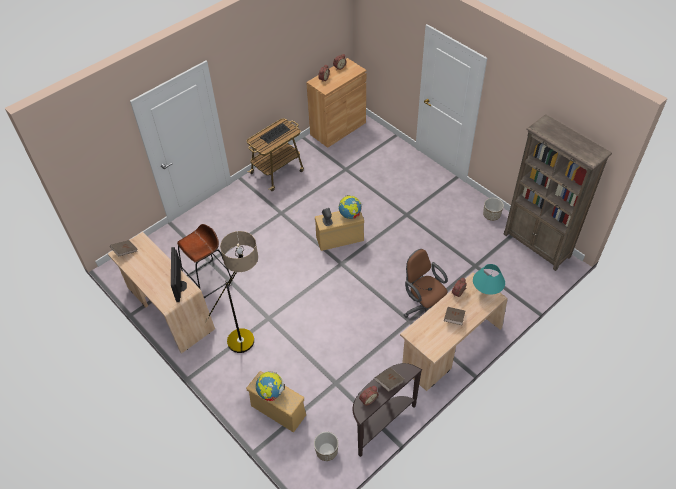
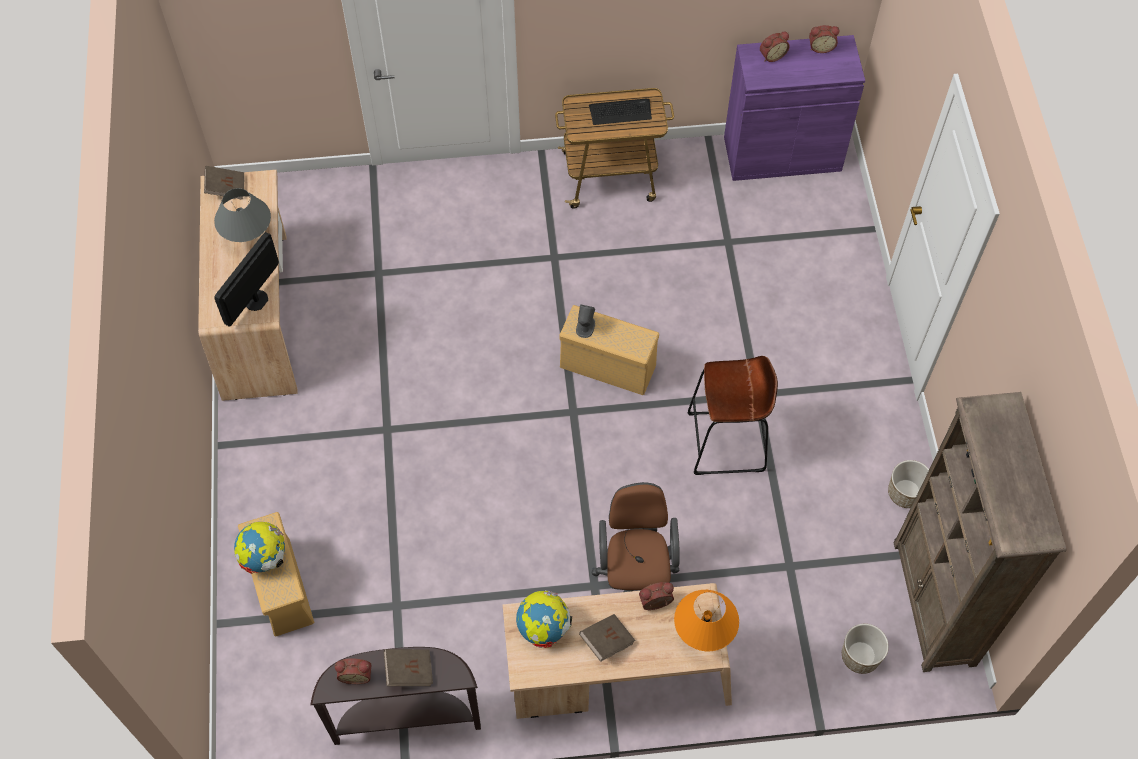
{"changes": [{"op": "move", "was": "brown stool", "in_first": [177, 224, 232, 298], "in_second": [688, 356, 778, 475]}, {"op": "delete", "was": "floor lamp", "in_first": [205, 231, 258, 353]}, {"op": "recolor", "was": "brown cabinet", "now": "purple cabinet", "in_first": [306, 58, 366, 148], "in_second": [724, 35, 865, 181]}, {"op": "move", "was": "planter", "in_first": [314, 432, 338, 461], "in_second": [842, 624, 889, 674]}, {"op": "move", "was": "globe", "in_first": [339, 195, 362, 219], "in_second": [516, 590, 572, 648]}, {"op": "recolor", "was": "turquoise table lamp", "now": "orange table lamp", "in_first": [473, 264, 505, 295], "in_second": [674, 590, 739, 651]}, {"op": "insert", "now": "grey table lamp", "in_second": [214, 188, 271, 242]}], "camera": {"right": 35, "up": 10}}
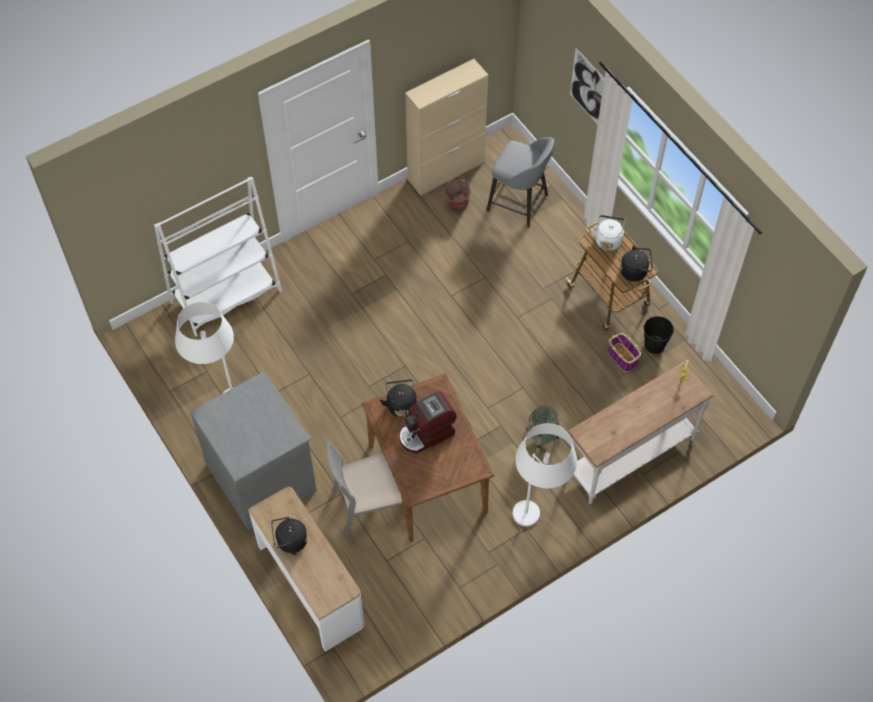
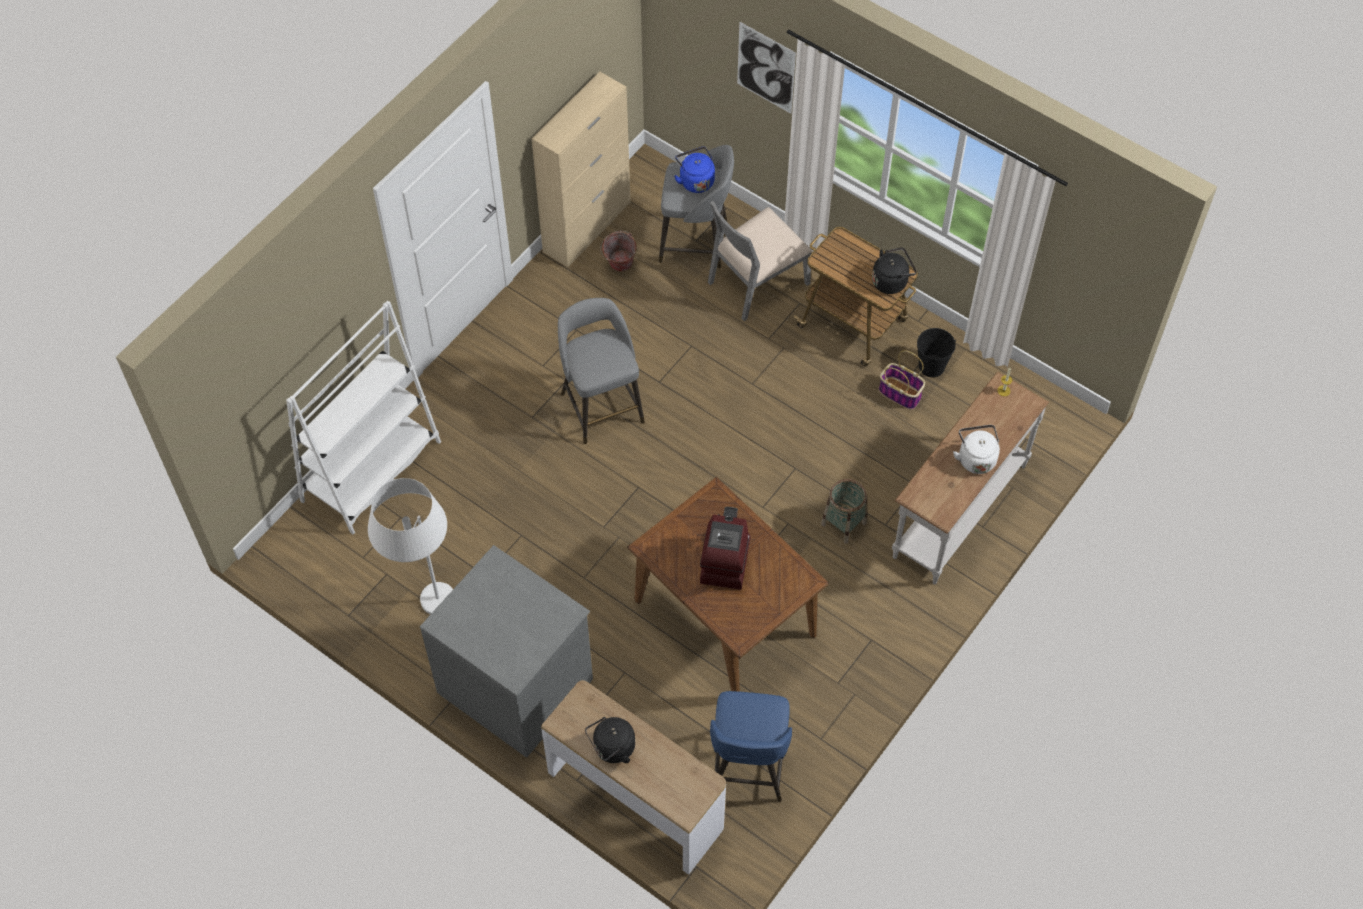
{"changes": [{"op": "move", "was": "grey chair", "in_first": [326, 441, 413, 535], "in_second": [708, 201, 812, 321]}, {"op": "delete", "was": "black kettle", "in_first": [380, 379, 417, 417]}, {"op": "rotate", "was": "coffee machine", "in_first": [399, 391, 457, 453], "in_second": [700, 507, 751, 590], "clockwise": 150}, {"op": "delete", "was": "white floor lamp", "in_first": [513, 423, 577, 527]}, {"op": "move", "was": "white kettle", "in_first": [590, 215, 625, 251], "in_second": [953, 425, 1000, 474]}, {"op": "insert", "now": "grey stool", "in_second": [558, 298, 645, 444]}, {"op": "insert", "now": "blue kettle", "in_second": [674, 147, 715, 193]}, {"op": "insert", "now": "blue stool", "in_second": [710, 691, 792, 802]}], "camera": {"right": -20, "up": 0}}
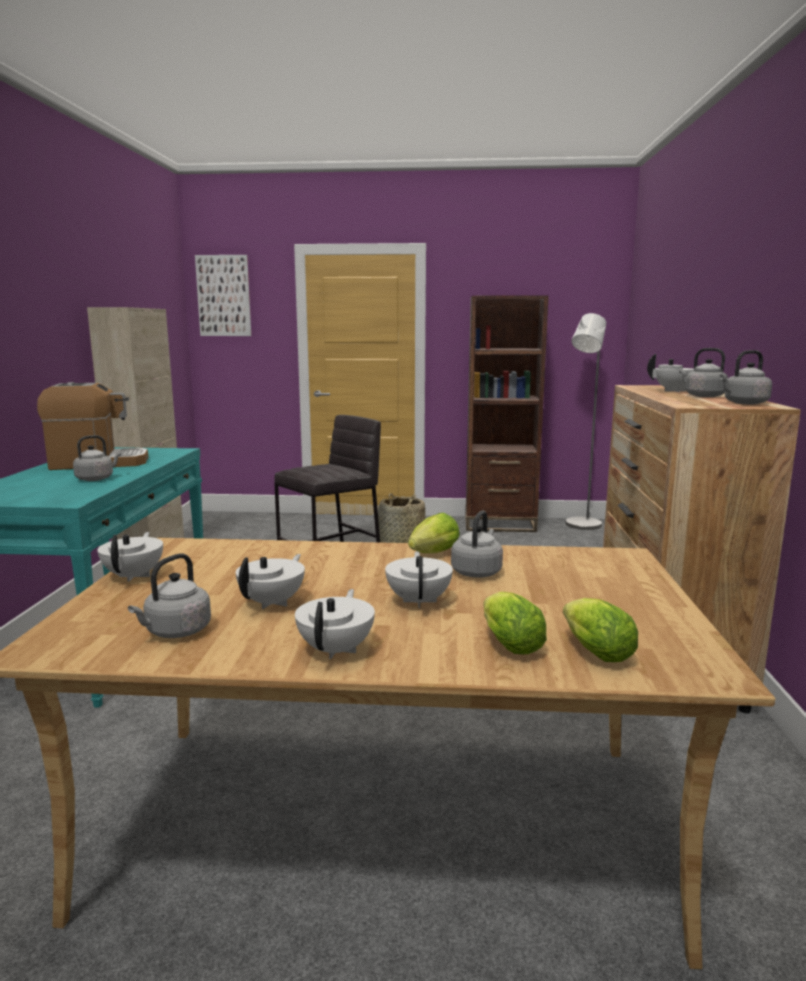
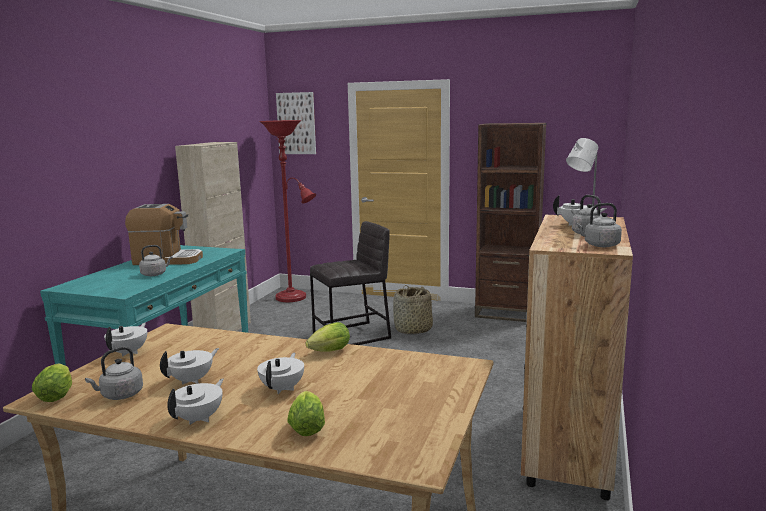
{"changes": [{"op": "delete", "was": "grey kettle", "in_first": [451, 511, 503, 578]}, {"op": "move", "was": "lettuce", "in_first": [563, 598, 638, 662], "in_second": [32, 363, 72, 402]}, {"op": "insert", "now": "red floor lamp", "in_second": [259, 120, 316, 302]}], "camera": {"right": 15, "up": 0}}
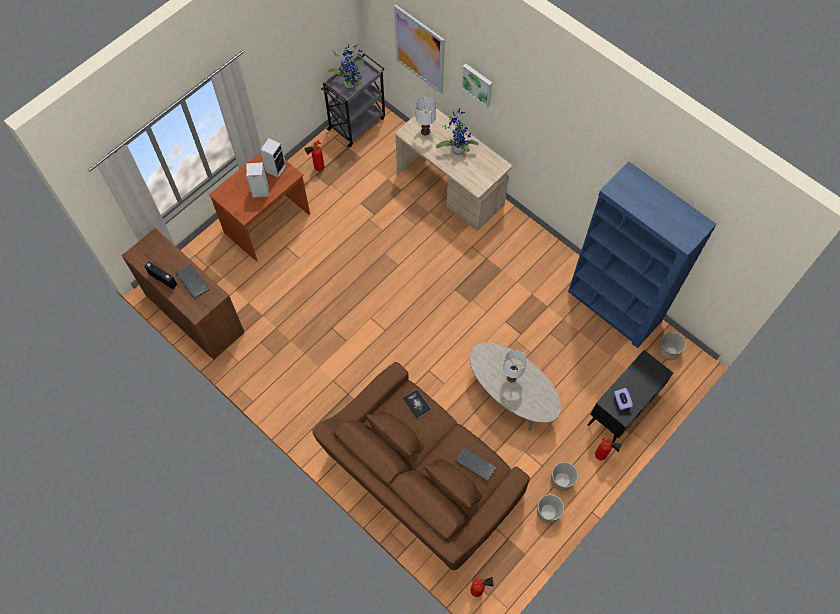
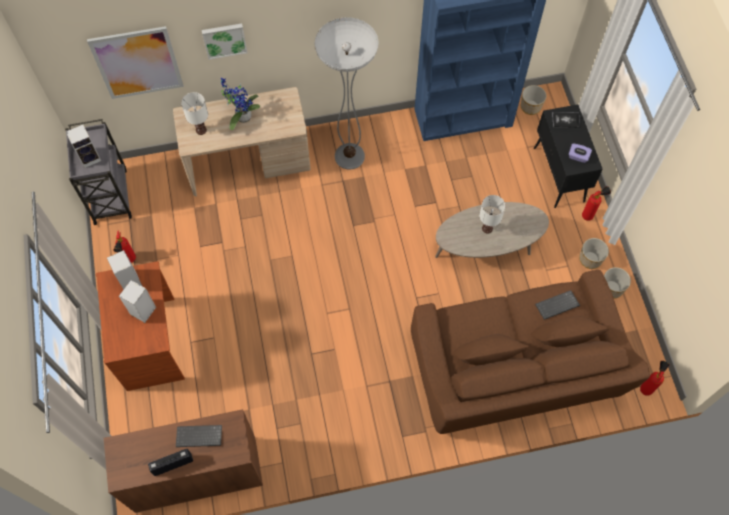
{"changes": [{"op": "replace", "was": "potted plant", "now": "speaker", "in_first": [328, 44, 364, 89], "in_second": [66, 125, 101, 168]}, {"op": "move", "was": "book", "in_first": [403, 389, 431, 419], "in_second": [552, 112, 580, 128]}, {"op": "insert", "now": "floor lamp", "in_second": [315, 17, 379, 170]}], "camera": {"right": -55, "up": 0}}
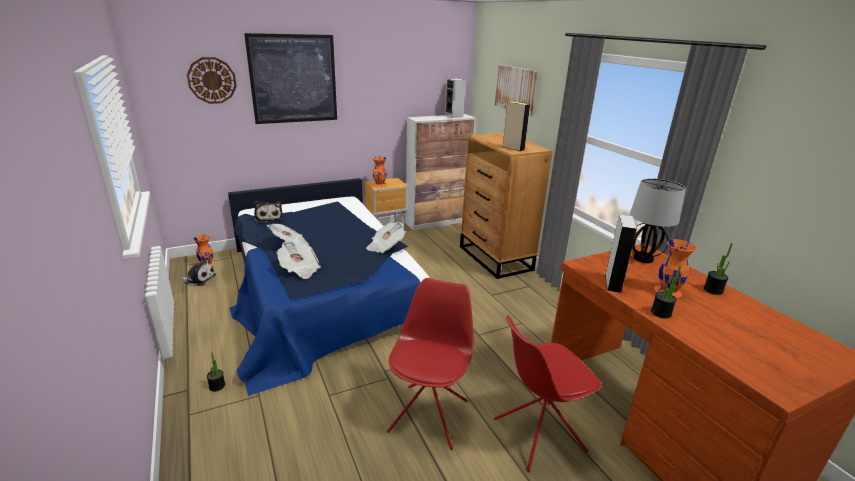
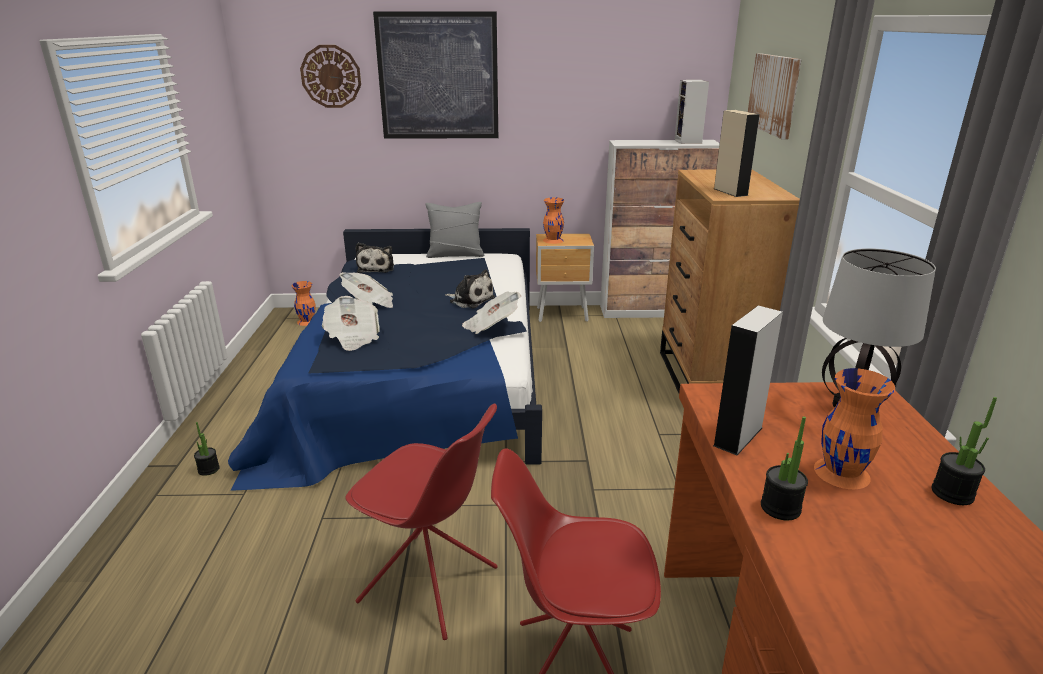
{"changes": [{"op": "move", "was": "plush toy", "in_first": [180, 258, 216, 286], "in_second": [445, 269, 495, 309]}, {"op": "rotate", "was": "red chair", "in_first": [387, 278, 474, 450], "in_second": [345, 404, 498, 640], "clockwise": 75}, {"op": "insert", "now": "grey pillow", "in_second": [425, 202, 484, 258]}], "camera": {"right": 25, "up": 0}}
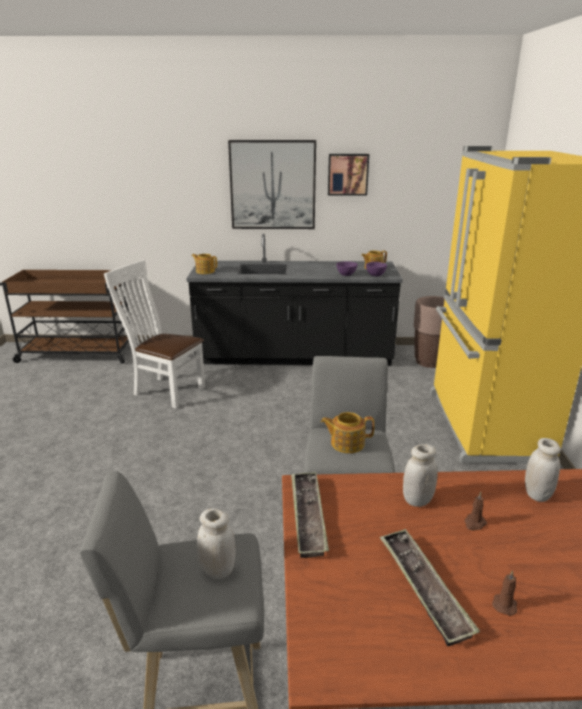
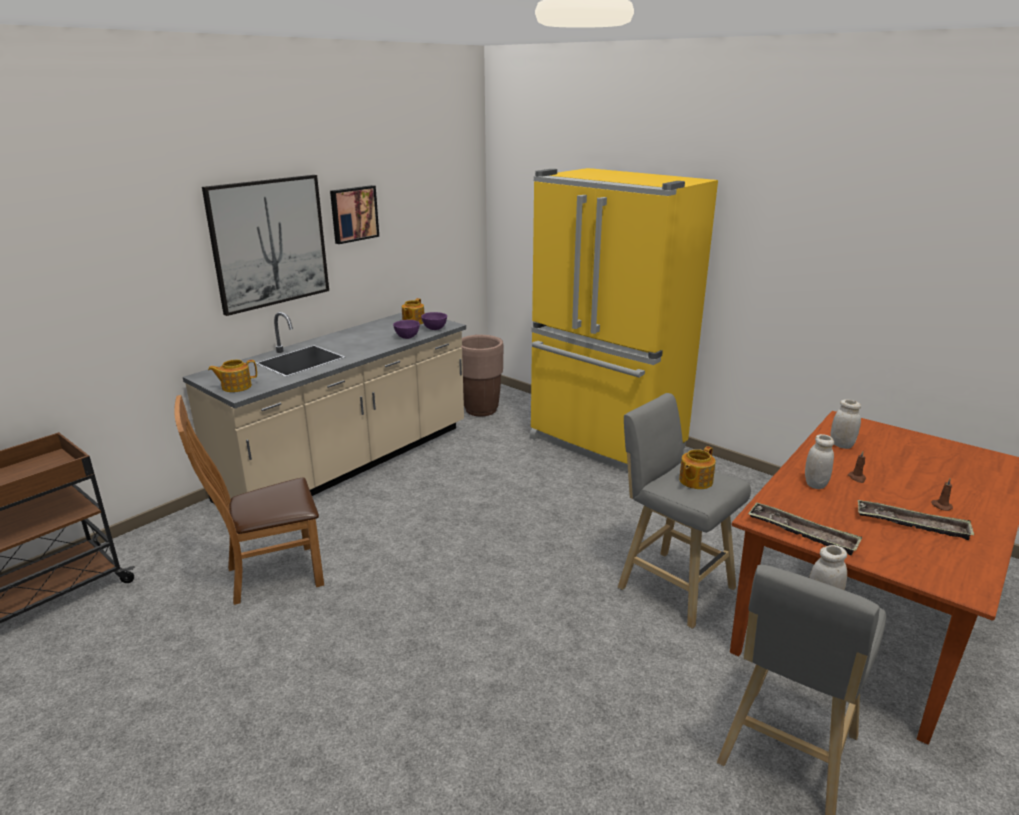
{"changes": [{"op": "recolor", "was": "white chair", "now": "brown chair", "in_first": [104, 260, 205, 408], "in_second": [174, 395, 324, 605]}, {"op": "recolor", "was": "black counter", "now": "beige counter", "in_first": [186, 234, 403, 366], "in_second": [183, 312, 466, 504]}], "camera": {"right": -50, "up": 0}}
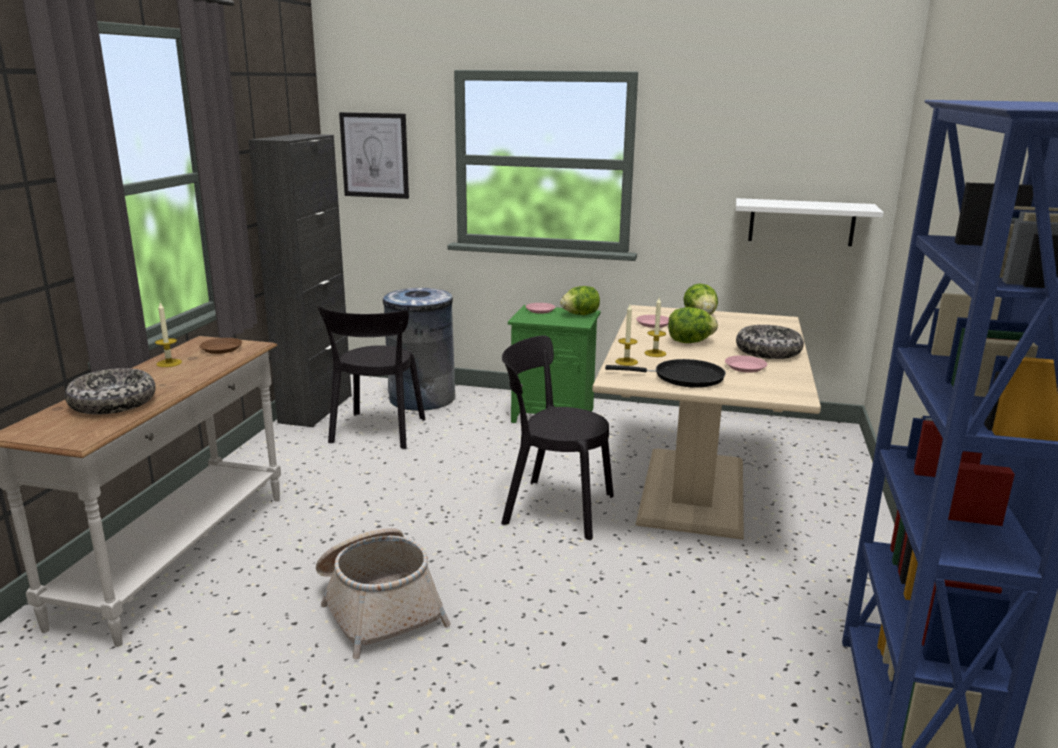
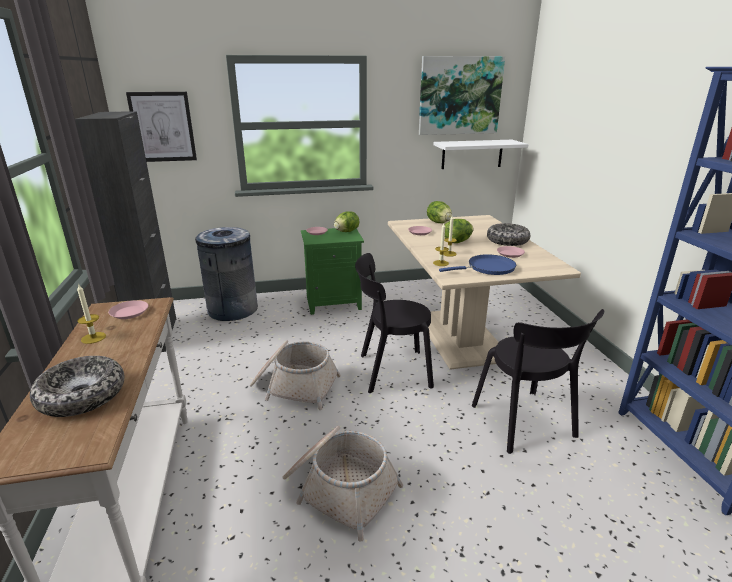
{"changes": [{"op": "recolor", "was": "brown plate", "now": "pink plate", "in_first": [199, 338, 242, 354], "in_second": [108, 300, 148, 319]}, {"op": "move", "was": "black chair", "in_first": [318, 306, 425, 449], "in_second": [472, 309, 604, 454]}, {"op": "recolor", "was": "black frying pan", "now": "blue frying pan", "in_first": [605, 359, 726, 388], "in_second": [439, 254, 516, 275]}, {"op": "insert", "now": "basket", "in_second": [250, 340, 341, 410]}, {"op": "insert", "now": "picture", "in_second": [419, 56, 505, 135]}], "camera": {"right": -25, "up": 5}}
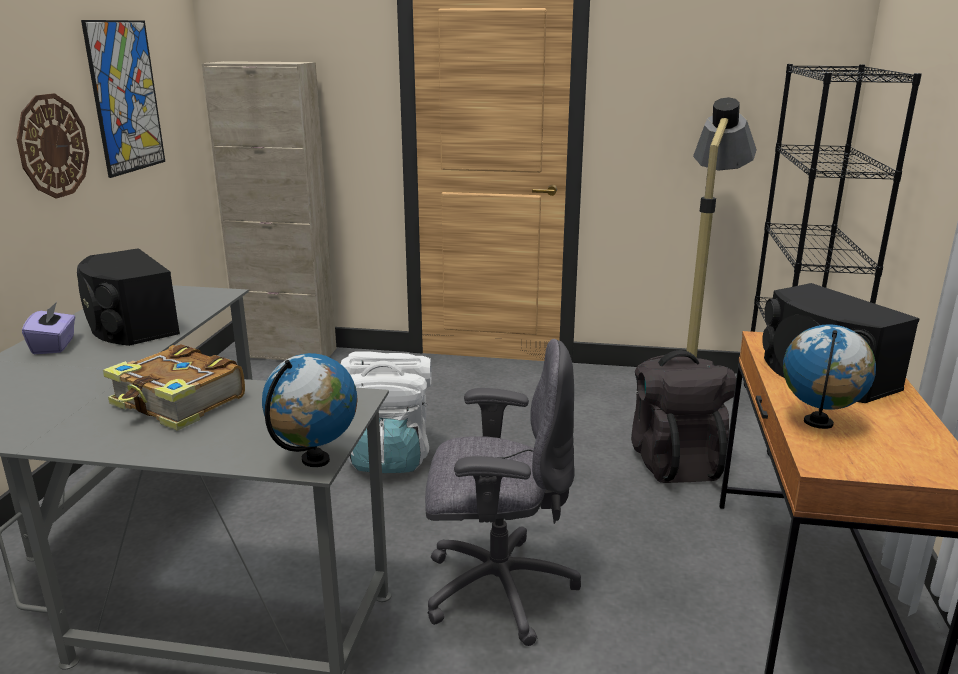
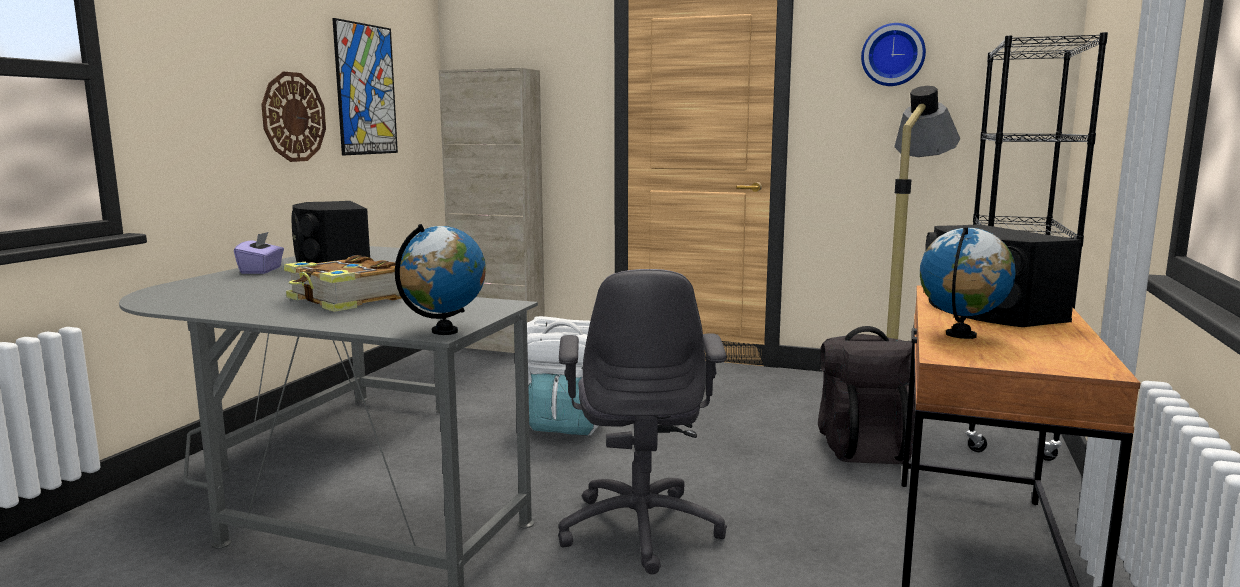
{"changes": [{"op": "rotate", "was": "grey office chair", "in_first": [425, 339, 581, 646], "in_second": [558, 269, 727, 574], "clockwise": 75}, {"op": "insert", "now": "wall clock", "in_second": [861, 23, 926, 86]}], "camera": {"right": 10, "up": -10}}
